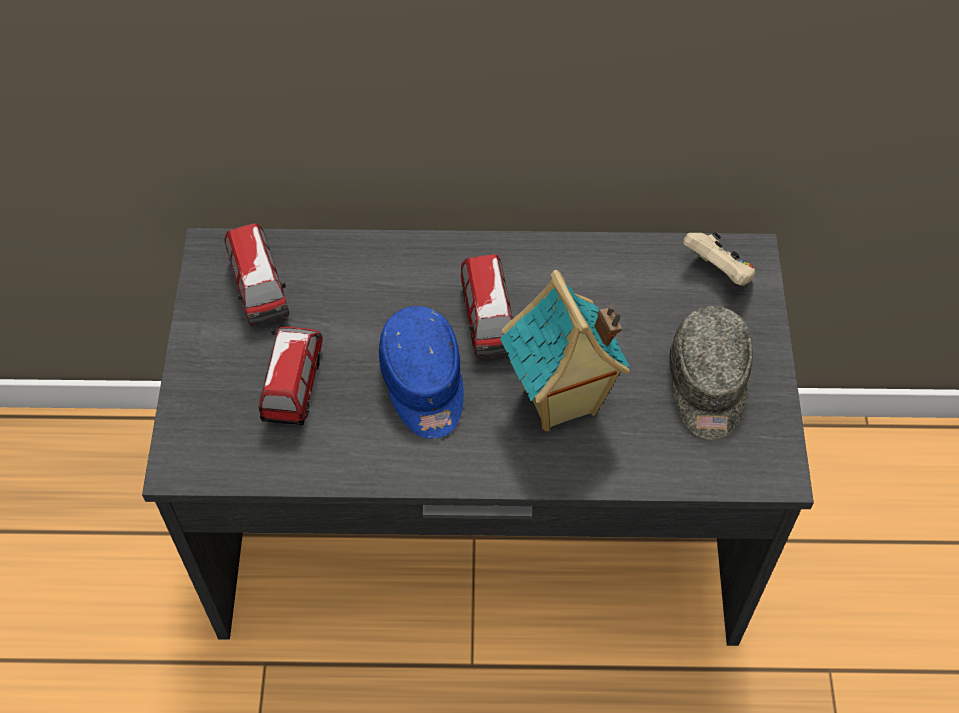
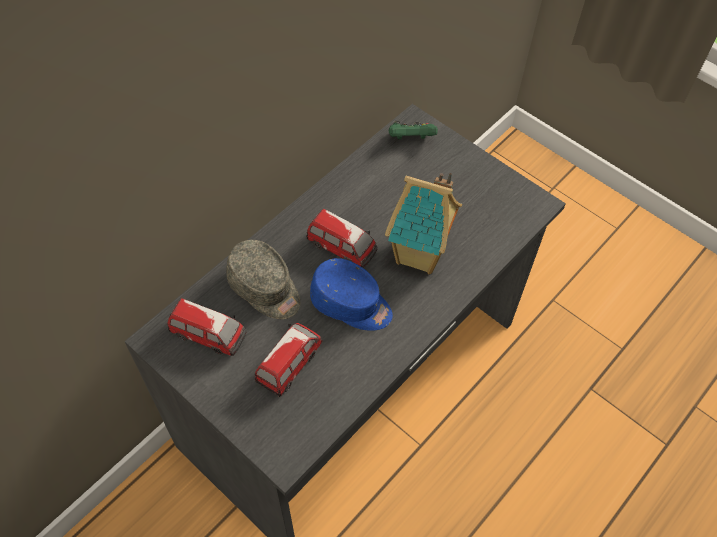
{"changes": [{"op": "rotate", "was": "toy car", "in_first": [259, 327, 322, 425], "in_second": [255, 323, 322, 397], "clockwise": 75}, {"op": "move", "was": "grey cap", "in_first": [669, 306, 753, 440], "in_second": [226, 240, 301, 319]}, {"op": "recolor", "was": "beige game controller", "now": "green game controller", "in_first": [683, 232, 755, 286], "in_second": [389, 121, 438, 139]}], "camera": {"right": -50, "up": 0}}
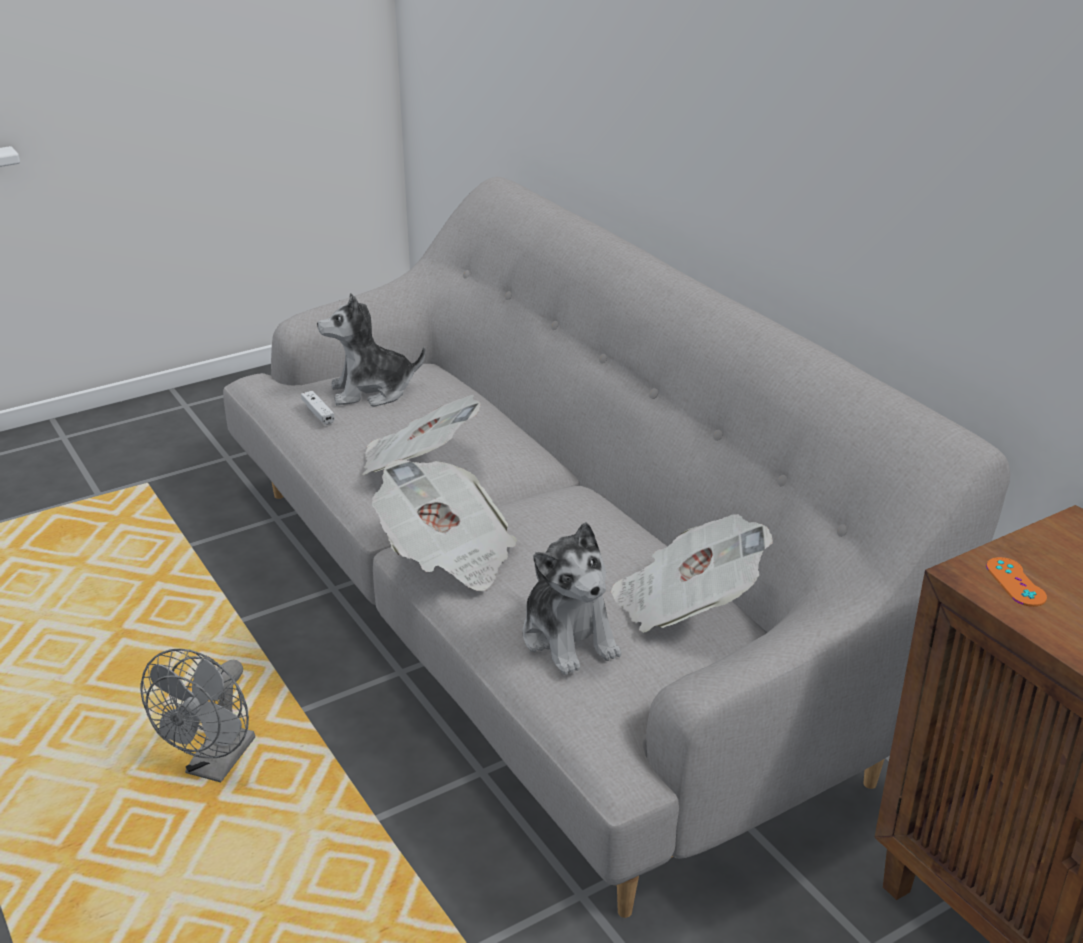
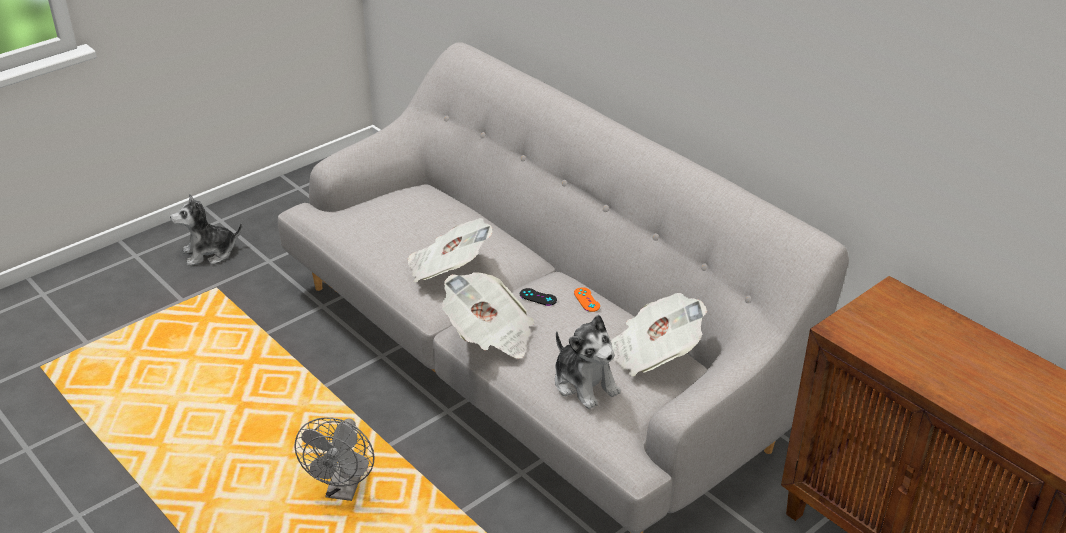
{"changes": [{"op": "delete", "was": "white game controller", "in_first": [301, 391, 335, 425]}, {"op": "move", "was": "plush toy", "in_first": [317, 293, 426, 407], "in_second": [170, 194, 242, 266]}, {"op": "move", "was": "orange game controller", "in_first": [986, 557, 1047, 607], "in_second": [574, 287, 600, 312]}, {"op": "insert", "now": "black game controller", "in_second": [520, 288, 557, 306]}], "camera": {"right": -10, "up": 5}}
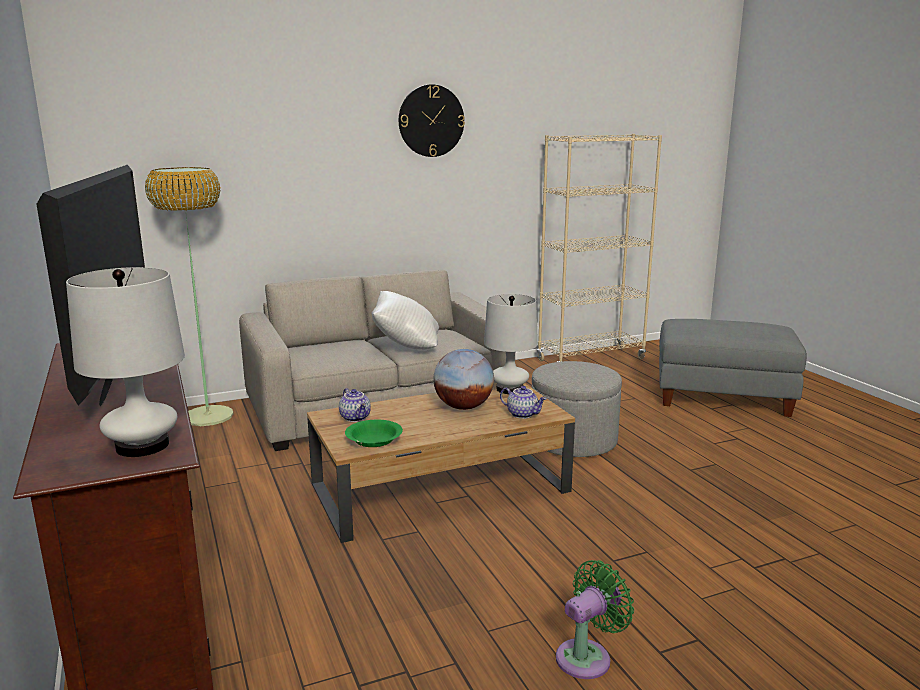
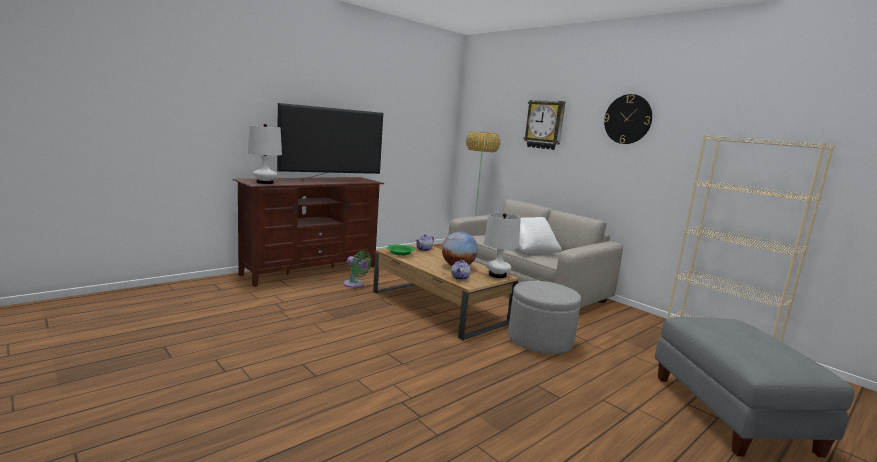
{"changes": [{"op": "move", "was": "green fan", "in_first": [556, 560, 634, 679], "in_second": [344, 250, 372, 288]}, {"op": "insert", "now": "wall clock", "in_second": [524, 100, 565, 150]}], "camera": {"right": 70, "up": -5}}
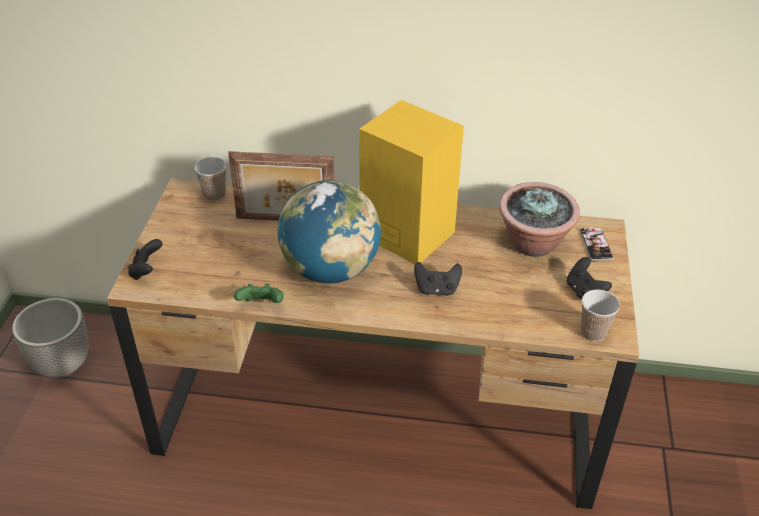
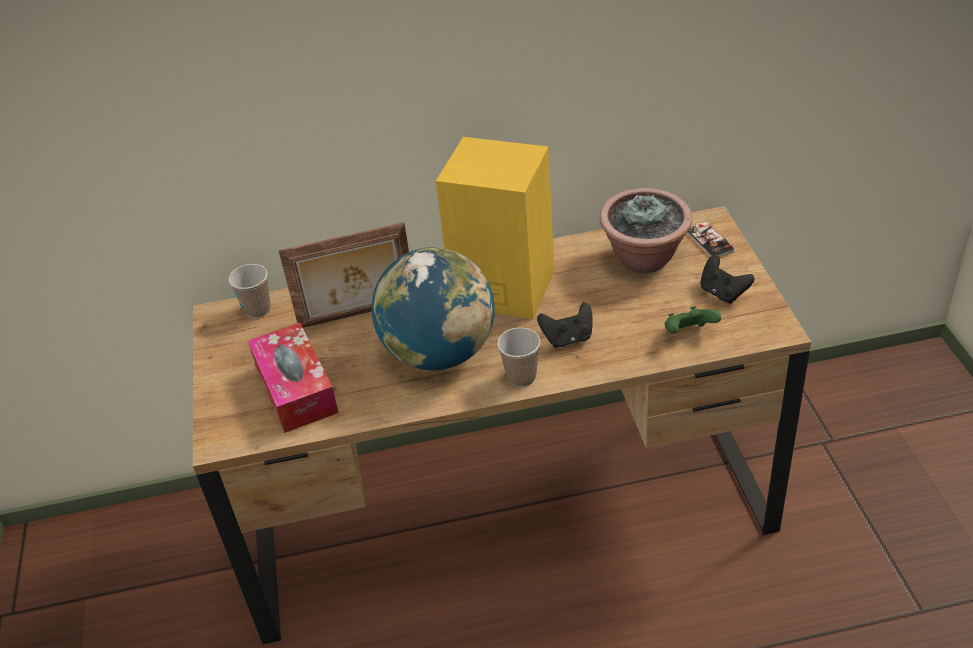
{"changes": [{"op": "delete", "was": "planter", "in_first": [12, 298, 89, 378]}, {"op": "delete", "was": "black game controller", "in_first": [128, 239, 162, 280]}, {"op": "move", "was": "green game controller", "in_first": [234, 283, 284, 303], "in_second": [665, 306, 721, 334]}, {"op": "move", "was": "cup", "in_first": [581, 290, 620, 341], "in_second": [497, 328, 540, 387]}, {"op": "insert", "now": "tissue box", "in_second": [248, 323, 339, 433]}], "camera": {"right": -15, "up": 0}}
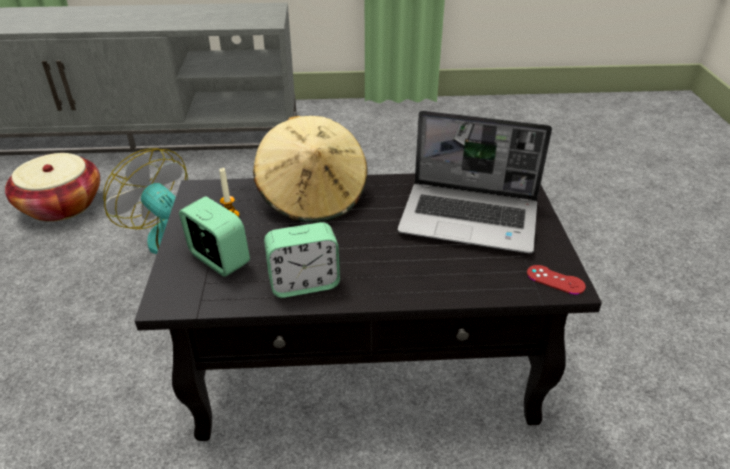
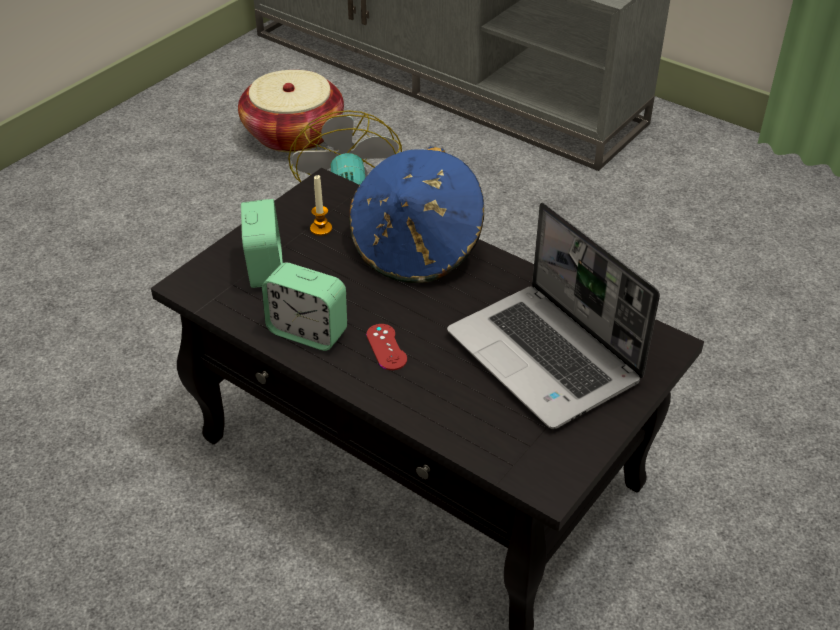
{"changes": [{"op": "recolor", "was": "beige hat", "now": "blue hat", "in_first": [253, 116, 367, 223], "in_second": [349, 146, 484, 283]}, {"op": "move", "was": "red game controller", "in_first": [527, 265, 586, 295], "in_second": [366, 324, 407, 370]}], "camera": {"right": 40, "up": 5}}
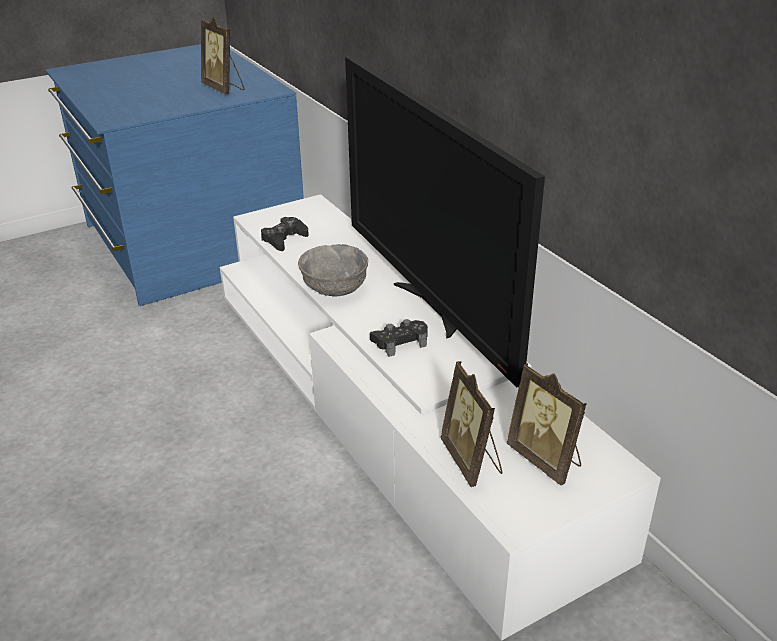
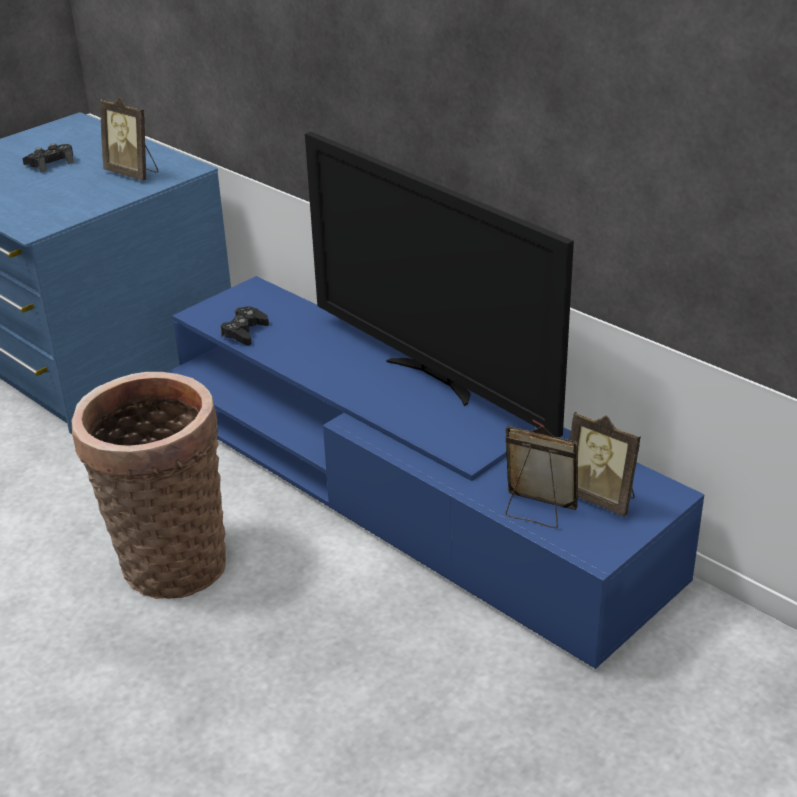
{"changes": [{"op": "recolor", "was": "white tv stand", "now": "blue tv stand", "in_first": [220, 194, 661, 640], "in_second": [168, 276, 704, 669]}, {"op": "delete", "was": "grey bowl", "in_first": [298, 244, 368, 296]}, {"op": "move", "was": "black game controller", "in_first": [370, 319, 428, 357], "in_second": [22, 143, 74, 173]}, {"op": "rotate", "was": "picture frame", "in_first": [440, 361, 502, 487], "in_second": [505, 426, 578, 528], "clockwise": 150}, {"op": "insert", "now": "basket", "in_second": [72, 372, 226, 599]}], "camera": {"right": -15, "up": 0}}
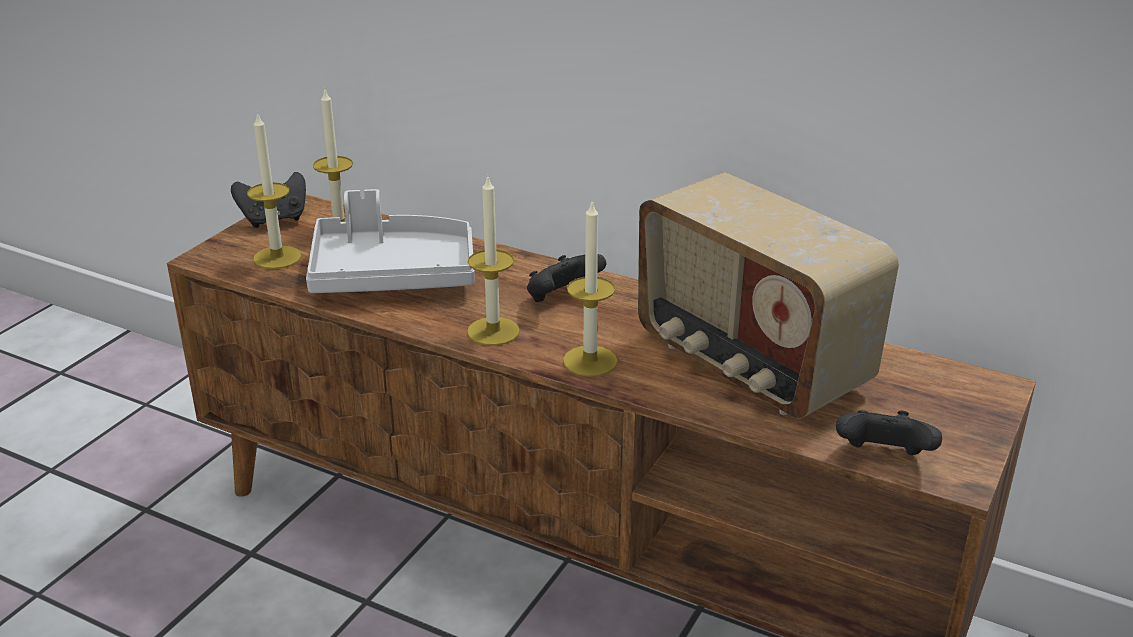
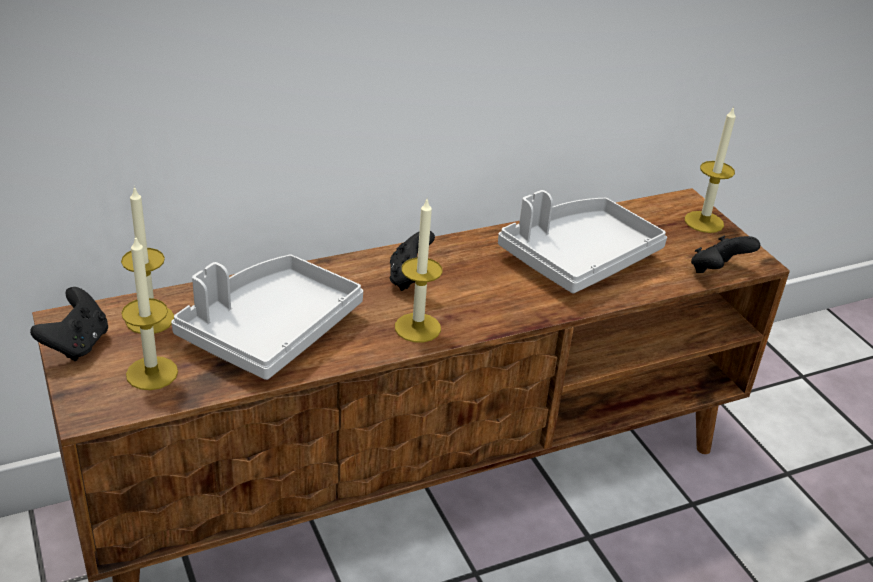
{"changes": [{"op": "move", "was": "candle", "in_first": [563, 199, 618, 377], "in_second": [685, 106, 736, 233]}, {"op": "replace", "was": "radio", "now": "grey tray", "in_first": [638, 172, 899, 419], "in_second": [498, 190, 667, 293]}], "camera": {"right": -55, "up": 5}}
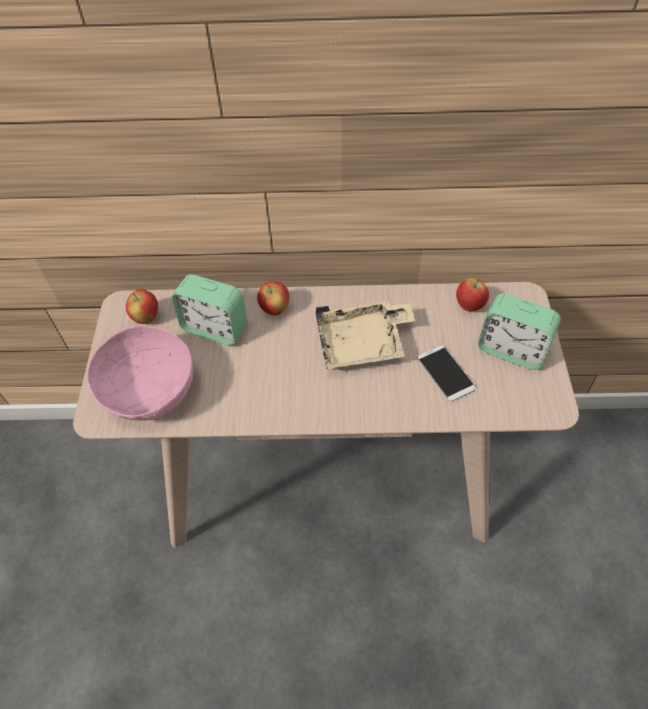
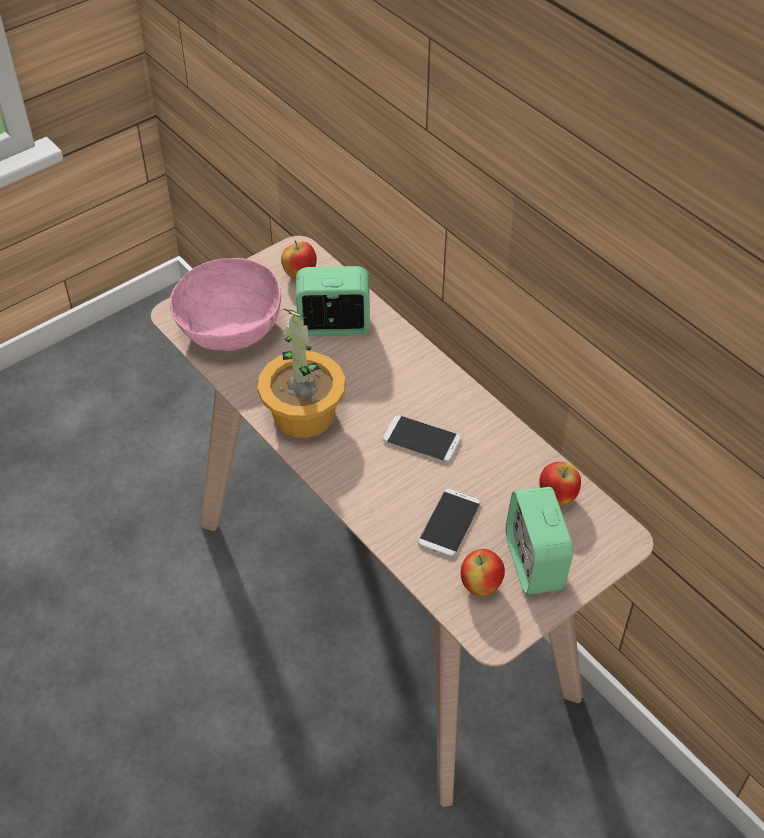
{"changes": [{"op": "rotate", "was": "alarm clock", "in_first": [171, 274, 247, 345], "in_second": [296, 266, 370, 336], "clockwise": 105}, {"op": "move", "was": "apple", "in_first": [257, 281, 290, 315], "in_second": [461, 549, 505, 596]}, {"op": "replace", "was": "beige tray", "now": "phone", "in_first": [316, 301, 415, 370], "in_second": [383, 415, 461, 462]}, {"op": "insert", "now": "potted plant", "in_second": [257, 309, 345, 438]}], "camera": {"right": 50, "up": -5}}
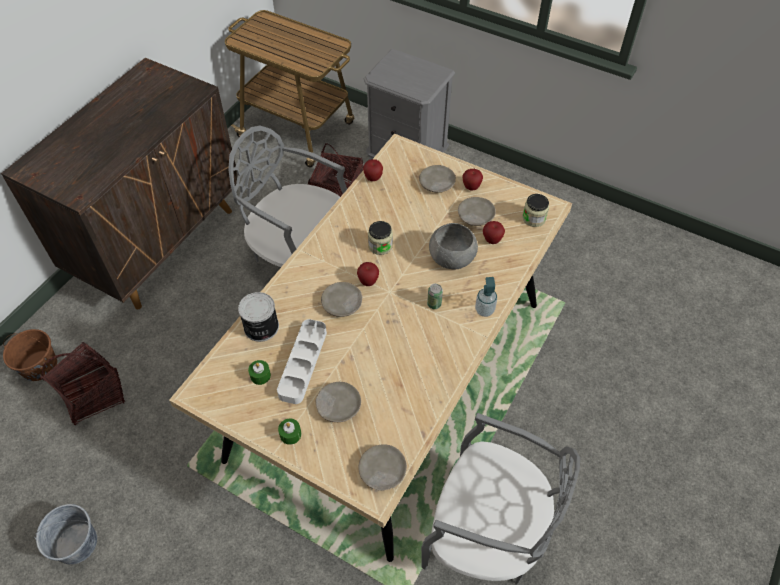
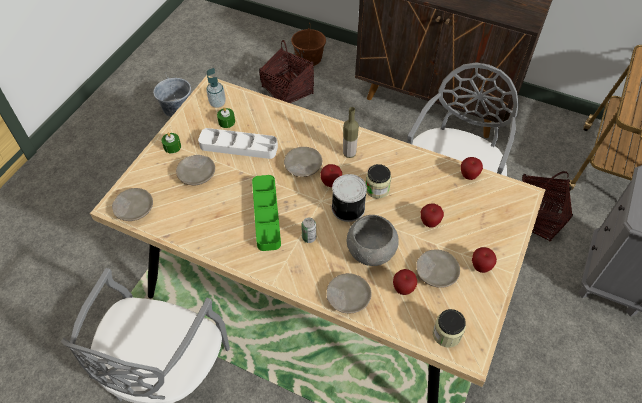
{"changes": [{"op": "move", "was": "can", "in_first": [238, 292, 279, 342], "in_second": [332, 174, 367, 222]}, {"op": "move", "was": "beige plate", "in_first": [419, 165, 456, 193], "in_second": [326, 273, 372, 313]}, {"op": "move", "was": "soap dispenser", "in_first": [475, 277, 497, 317], "in_second": [206, 68, 226, 108]}, {"op": "insert", "now": "green tray", "in_second": [252, 175, 281, 251]}, {"op": "insert", "now": "bottle", "in_second": [343, 107, 359, 158]}, {"op": "insert", "now": "apple", "in_second": [421, 204, 444, 228]}], "camera": {"right": 85, "up": 0}}
